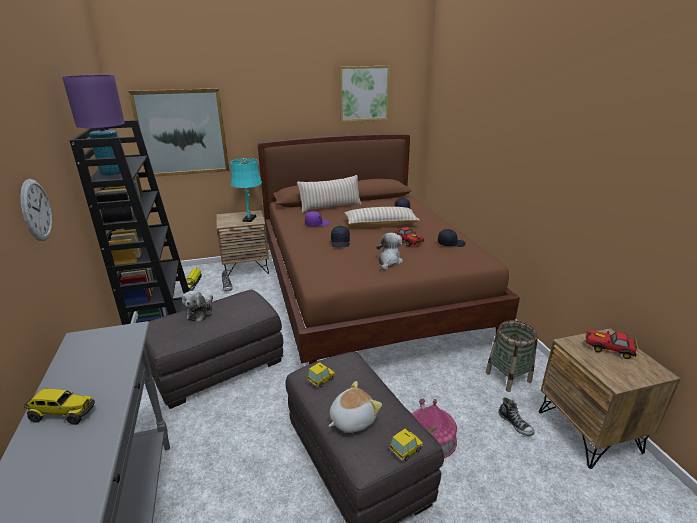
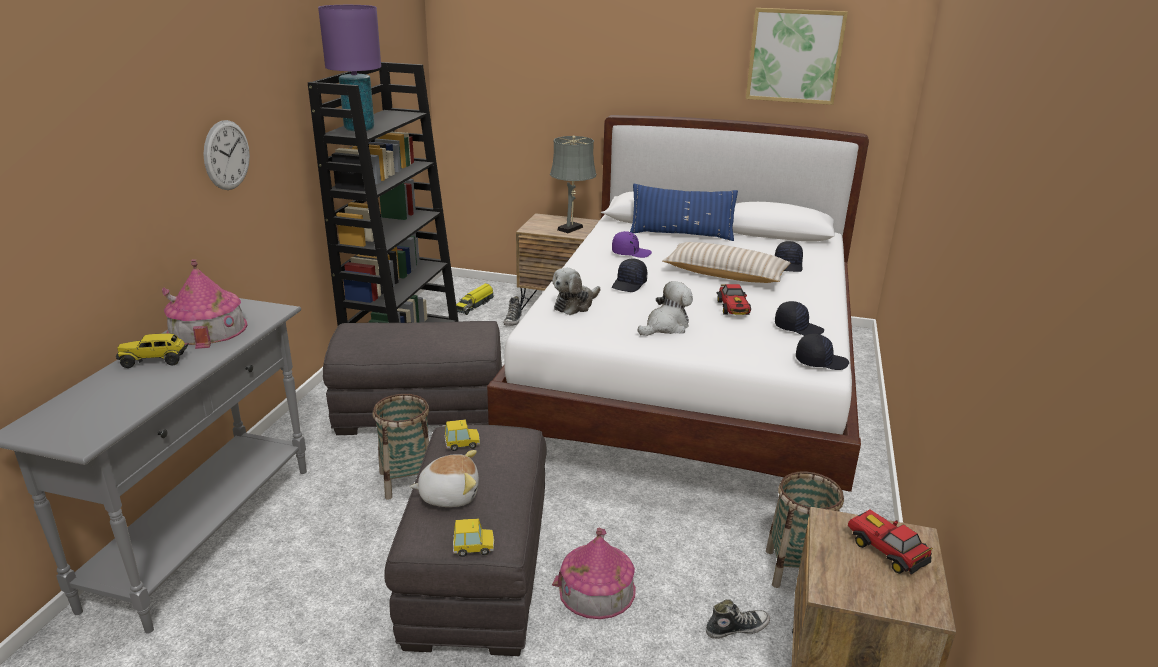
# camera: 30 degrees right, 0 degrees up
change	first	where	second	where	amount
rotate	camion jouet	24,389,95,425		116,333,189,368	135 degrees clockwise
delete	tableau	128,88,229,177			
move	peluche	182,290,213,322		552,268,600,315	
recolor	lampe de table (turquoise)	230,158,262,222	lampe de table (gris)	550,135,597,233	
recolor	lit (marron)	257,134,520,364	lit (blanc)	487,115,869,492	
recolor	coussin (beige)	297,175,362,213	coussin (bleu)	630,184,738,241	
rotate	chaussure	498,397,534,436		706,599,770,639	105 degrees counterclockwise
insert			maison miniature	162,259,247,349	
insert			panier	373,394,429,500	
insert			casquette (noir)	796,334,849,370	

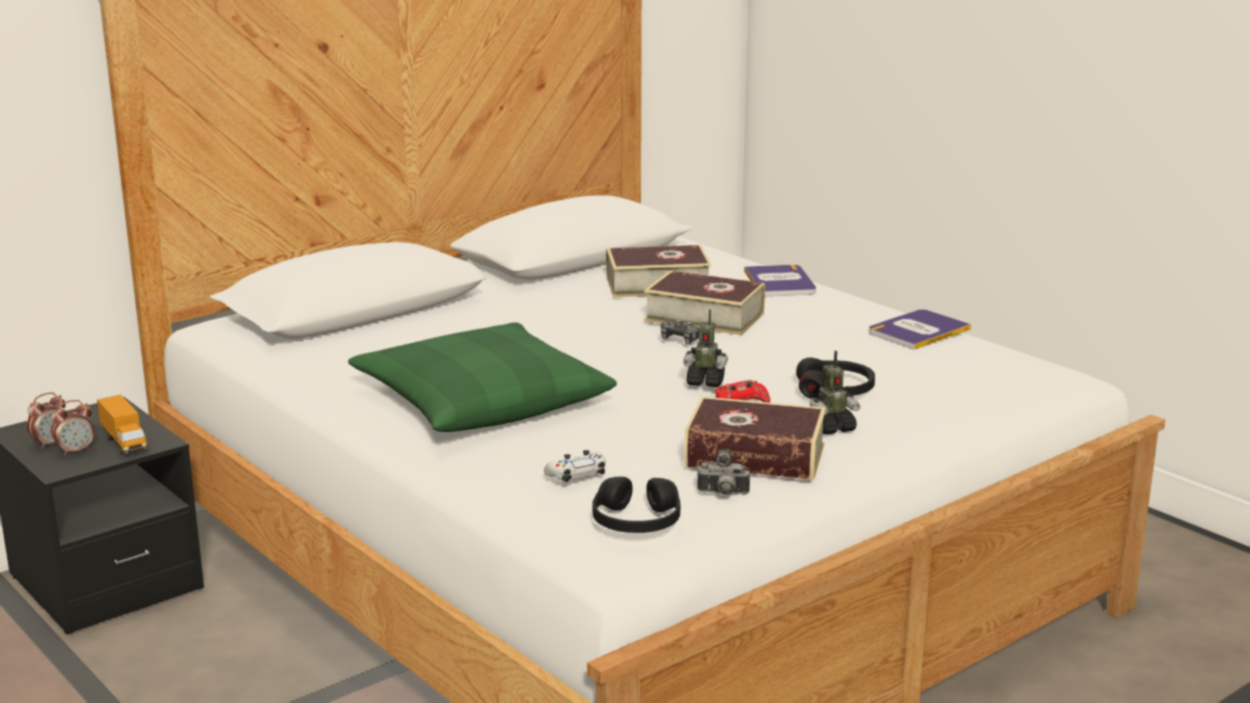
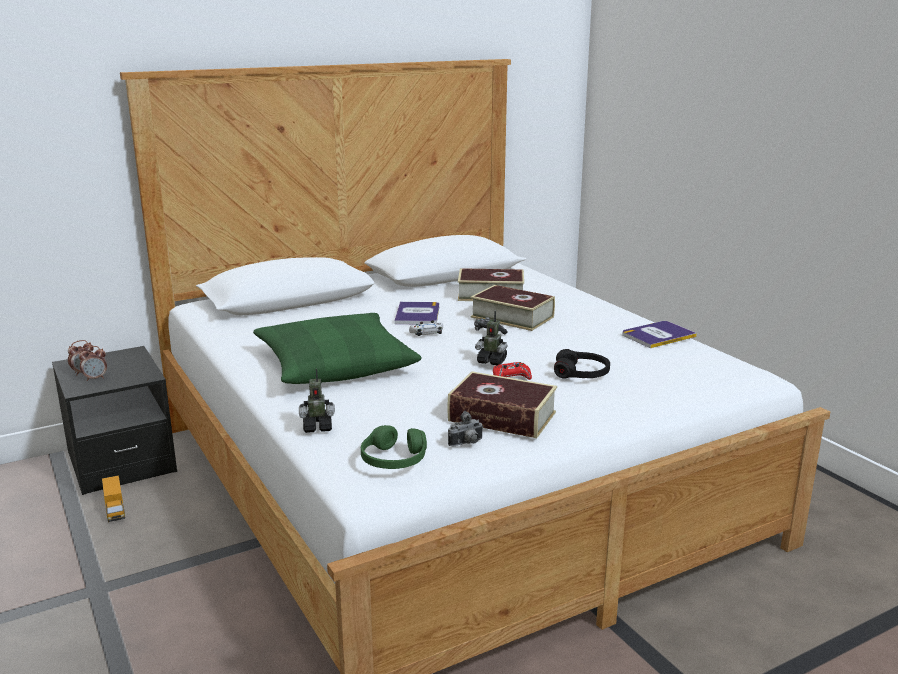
# camera: 10 degrees right, 0 degrees up
change	first	where	second	where	amount
move	camion jouet	97,395,148,455		102,475,125,522	
move	manette (blanc)	544,450,606,482		409,320,443,336	
recolor	casque audio (noir)	592,477,680,533	casque audio (vert)	361,425,427,469	
rotate	appareil photo	697,449,750,495		448,411,483,446	45 degrees counterclockwise
move	livre	744,265,816,296		394,302,439,325	
move	robot jouet	810,351,860,435		299,368,335,433	

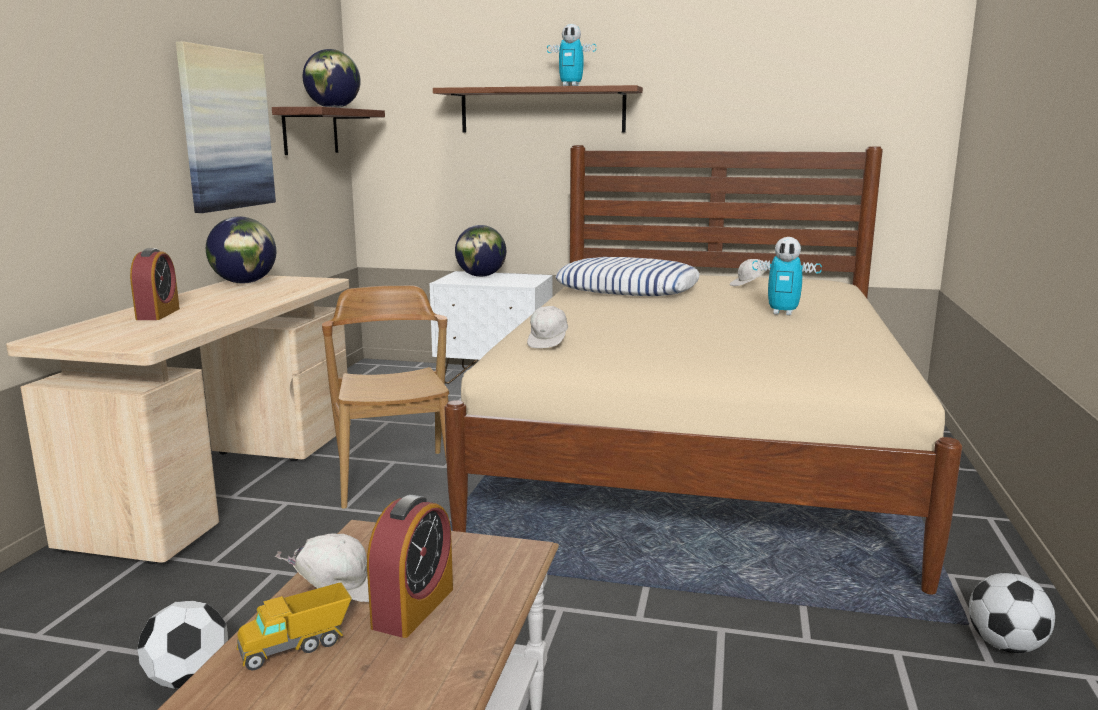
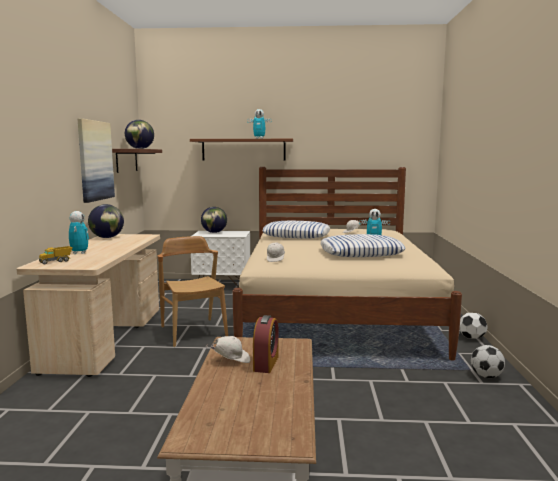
# camera: 10 degrees left, 5 degrees down
change	first	where	second	where	amount
replace	réveil	130,248,180,320	robot jouet	69,211,89,254	
move	ballon de foot	137,601,228,689		460,313,488,339	
move	camion jouet	236,582,352,670		39,246,73,264	
insert			coussin	320,234,405,257	

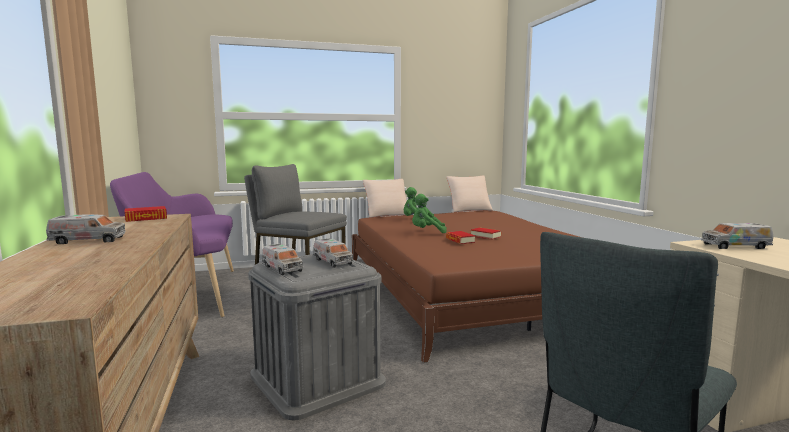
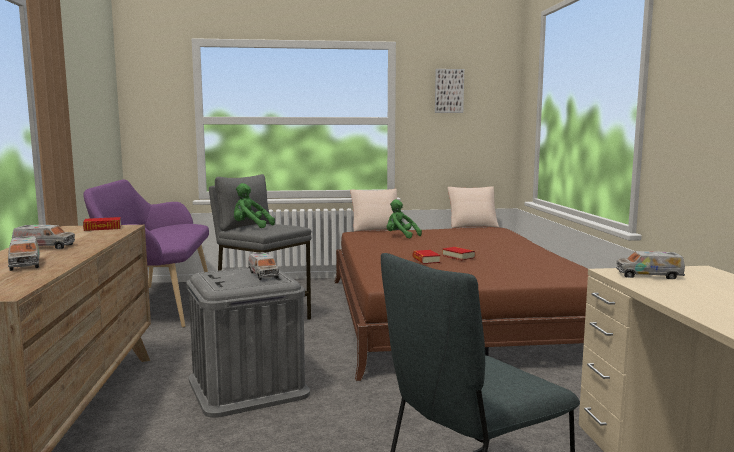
# camera: 10 degrees right, 0 degrees up
change	first	where	second	where	amount
move	camion jouet	262,244,303,275		8,236,40,271	
move	peluche (vert)	412,194,447,233		234,183,275,228	
insert			tableau	435,69,464,113	

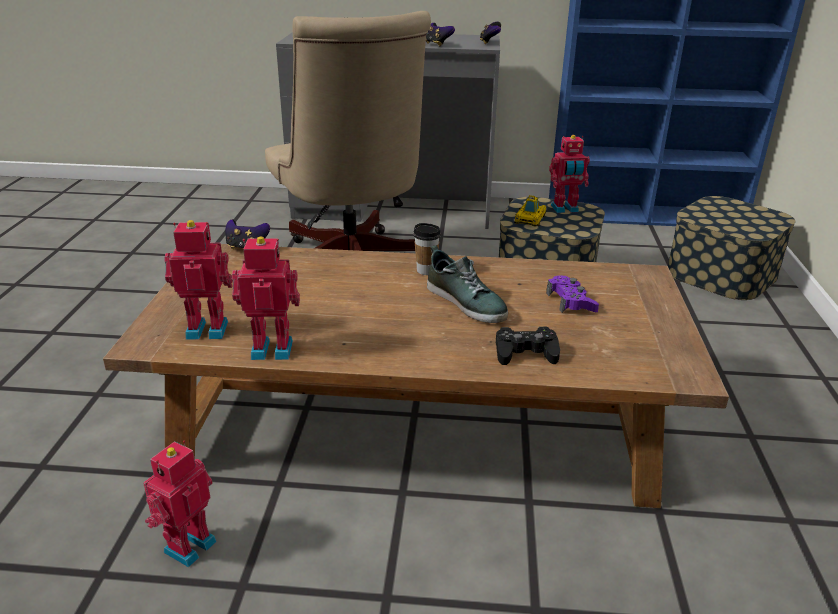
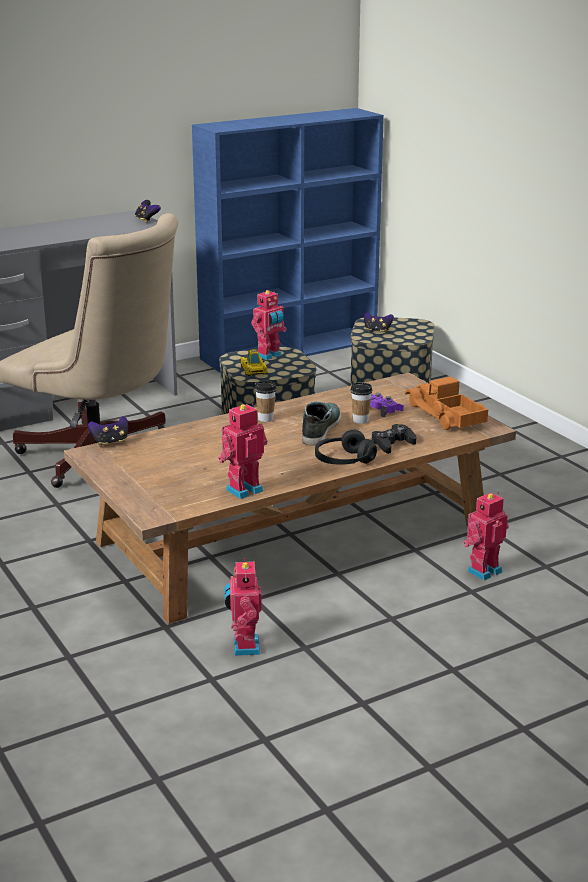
# camera: 35 degrees left, 5 degrees down
change	first	where	second	where	amount
move	robot jouet	164,220,232,340		463,492,509,581	
move	manette	426,23,455,46		364,312,394,333	
rotate	chaussure	427,245,508,323		302,401,341,446	90 degrees counterclockwise
insert			casque audio (noir)	315,430,377,465	
insert			tasse	351,383,372,424	
insert			camion jouet	405,376,489,430	

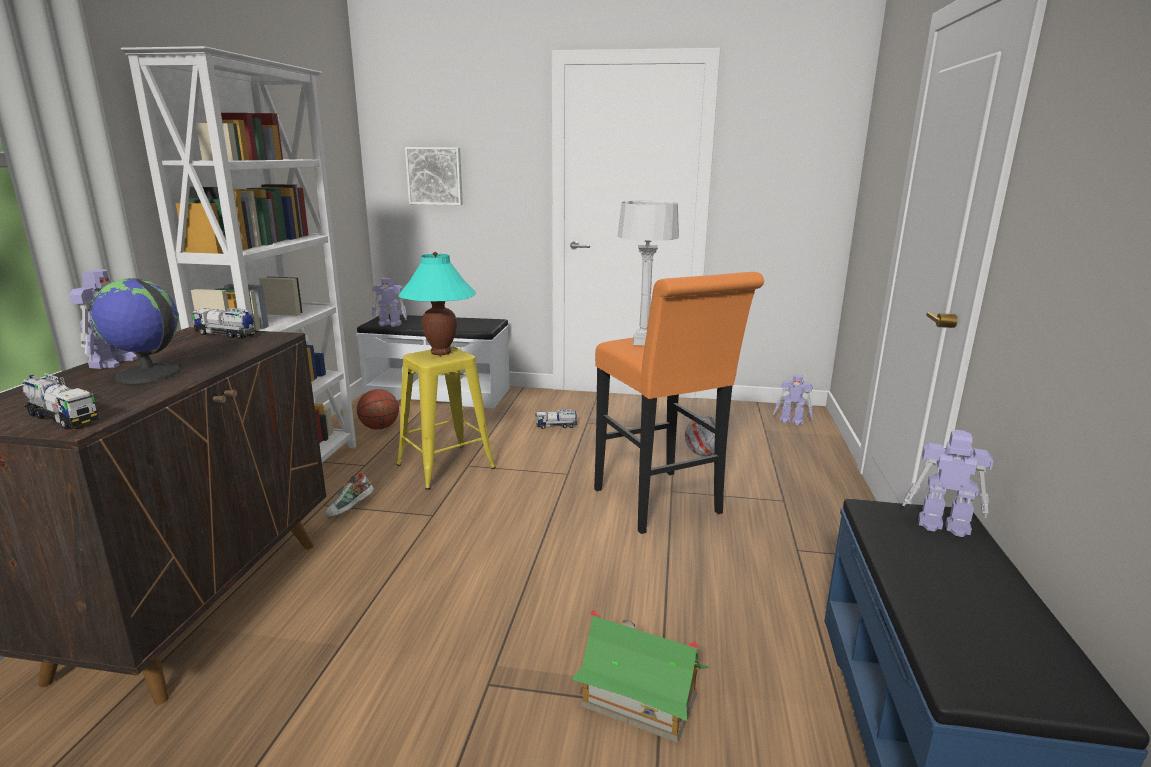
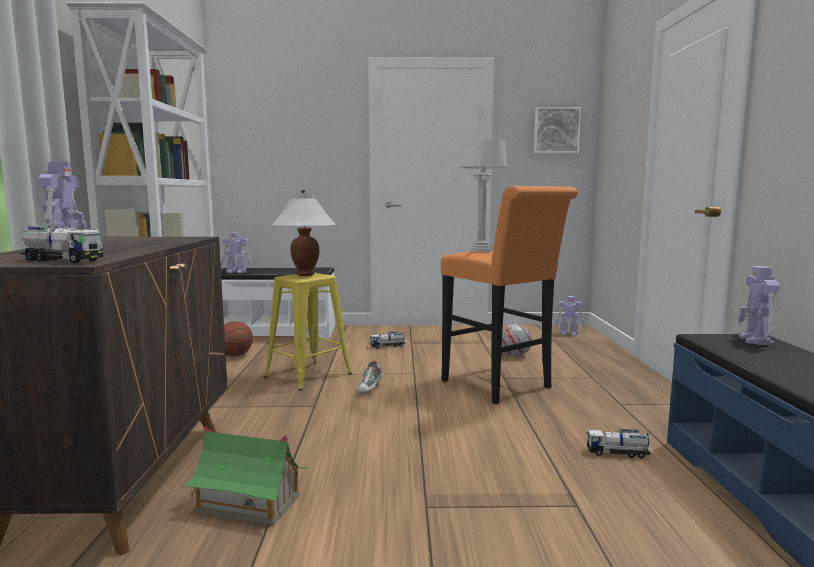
# camera: 10 degrees left, 10 degrees down
change	first	where	second	where	amount
delete	globe	90,278,181,384			
move	camion jouet	192,308,258,339		587,429,651,459	
move	chaussure	326,472,374,518		357,360,384,395	
recolor	lampe de table (turquoise)	398,252,476,355	lampe de table (blanc)	272,190,336,276	
move	tableau	405,147,463,205		534,107,581,153	
move	maison miniature	572,610,708,743		184,426,307,526	
rotate	robot jouet	902,430,994,537		738,266,779,345	90 degrees counterclockwise

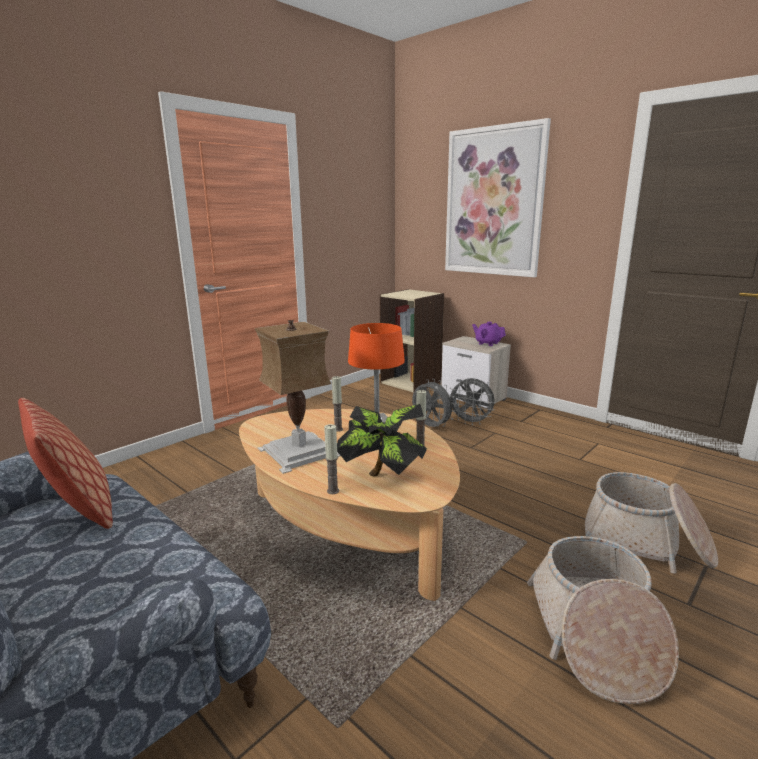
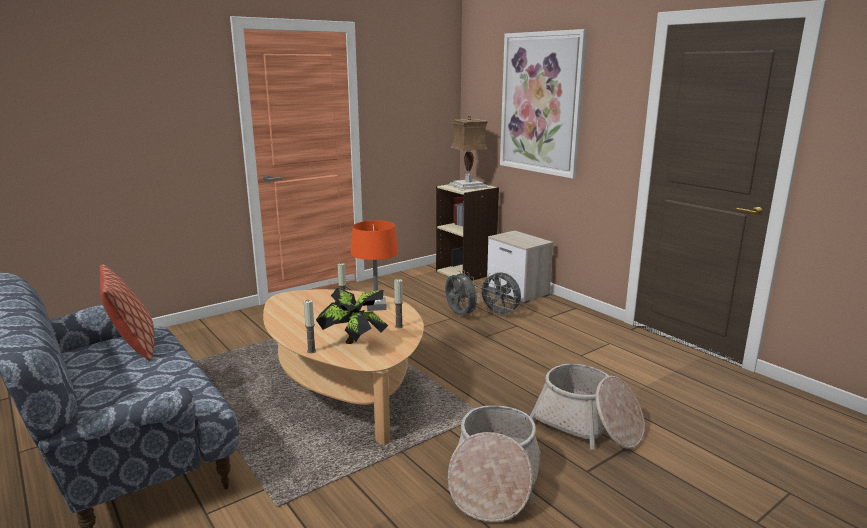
# camera: 10 degrees right, 0 degrees up
change	first	where	second	where	amount
move	lampe de table	255,320,341,474		447,116,491,191	
delete	théière (violet)	472,322,506,346			

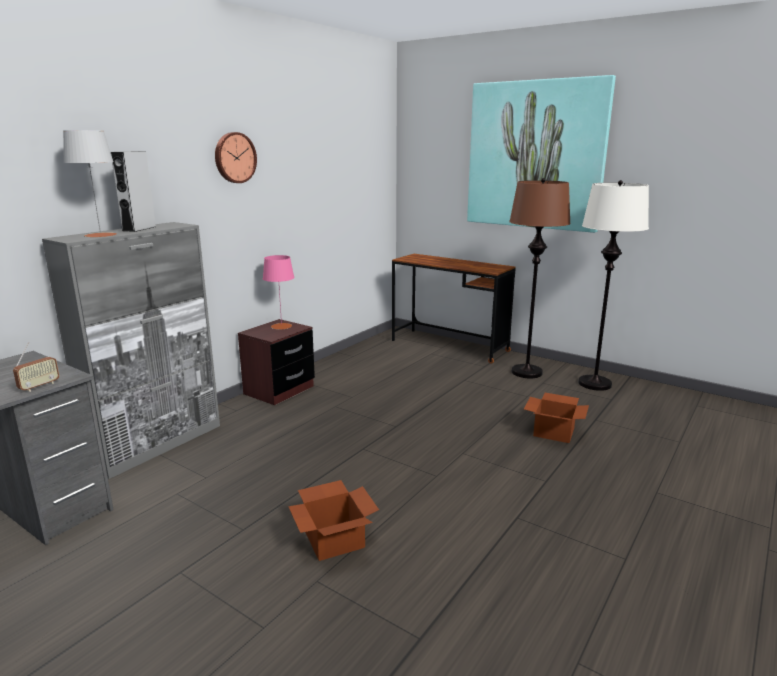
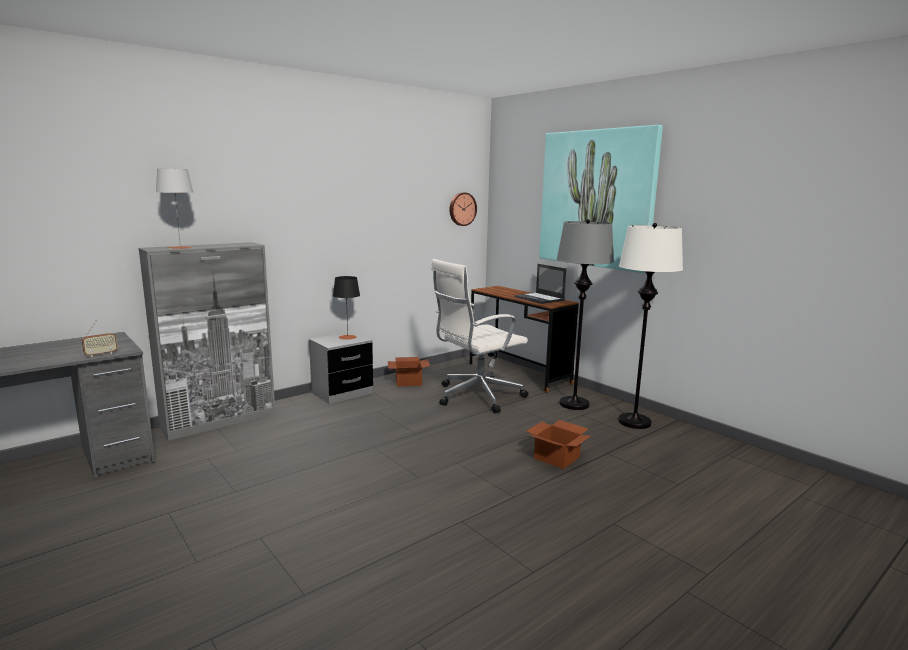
# camera: 15 degrees right, 5 degrees down
change	first	where	second	where	amount
delete	enceinte (gris)	111,151,156,232			
move	horloge murale	215,132,257,183		450,192,477,226	
recolor	table de chevet (marron)	238,319,315,405	table de chevet (gris)	309,332,373,404	
recolor	lampe de table (rose)	263,255,294,330	lampe de table (noir)	333,276,360,340	
move	carton	288,480,379,561		388,357,430,387	
recolor	lampadaire (marron)	509,178,571,378	lampadaire (gris)	557,219,614,410	
insert			chaise de bureau (blanc)	431,259,528,413	
insert			ordinateur portable	514,264,566,304	

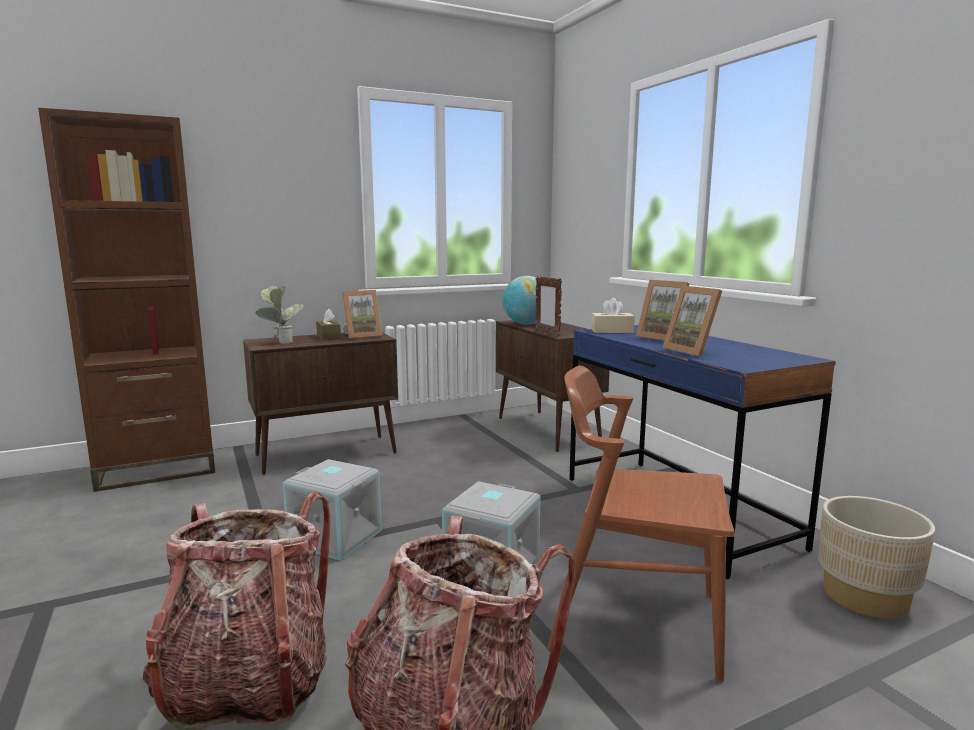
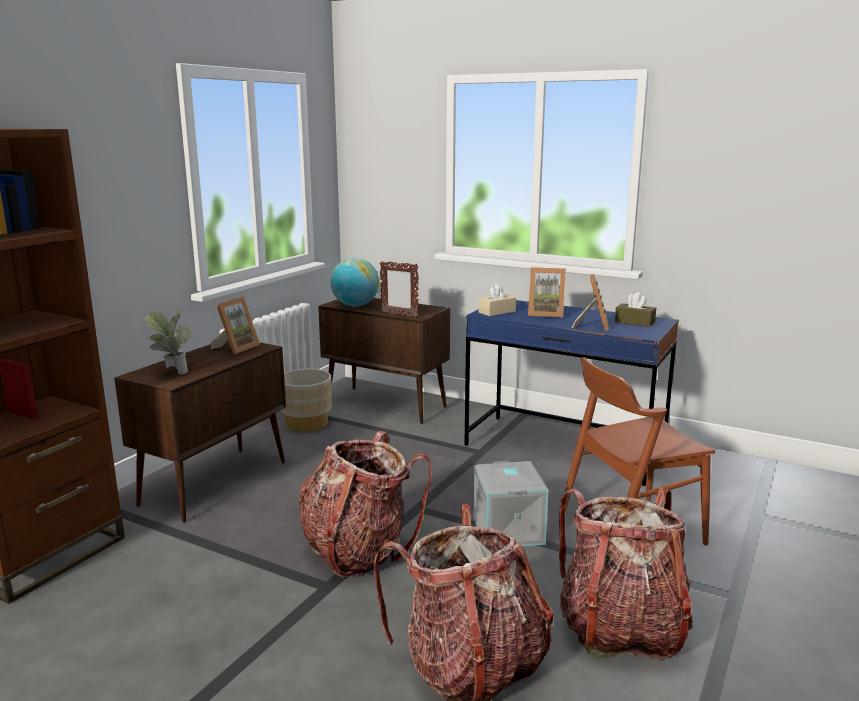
# camera: 35 degrees left, 5 degrees up
change	first	where	second	where	amount
replace	boîte de rangement (gris)	283,459,382,561	sac à dos	298,431,432,578	
move	boîte à mouchoirs (marron)	316,308,341,340		615,292,656,327	
rotate	cadre photo	662,285,722,357		571,274,609,331	105 degrees counterclockwise
move	cache-pot (beige)	819,496,935,619		281,369,332,432	

